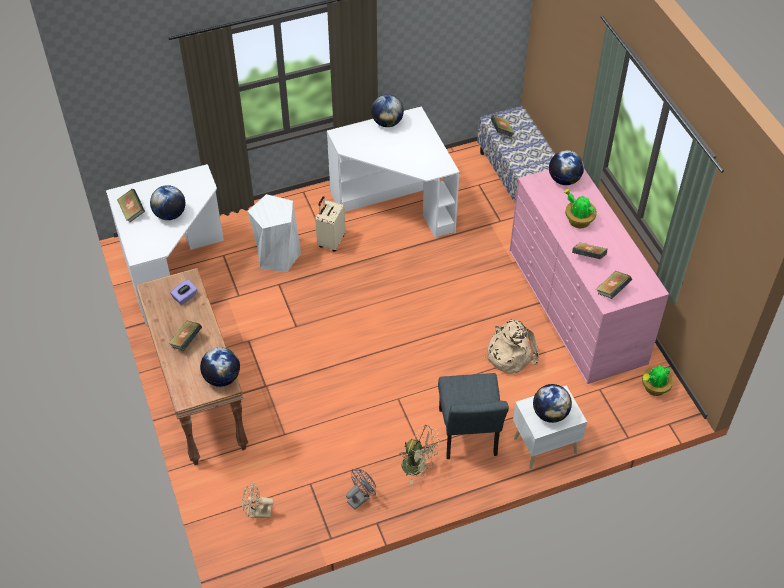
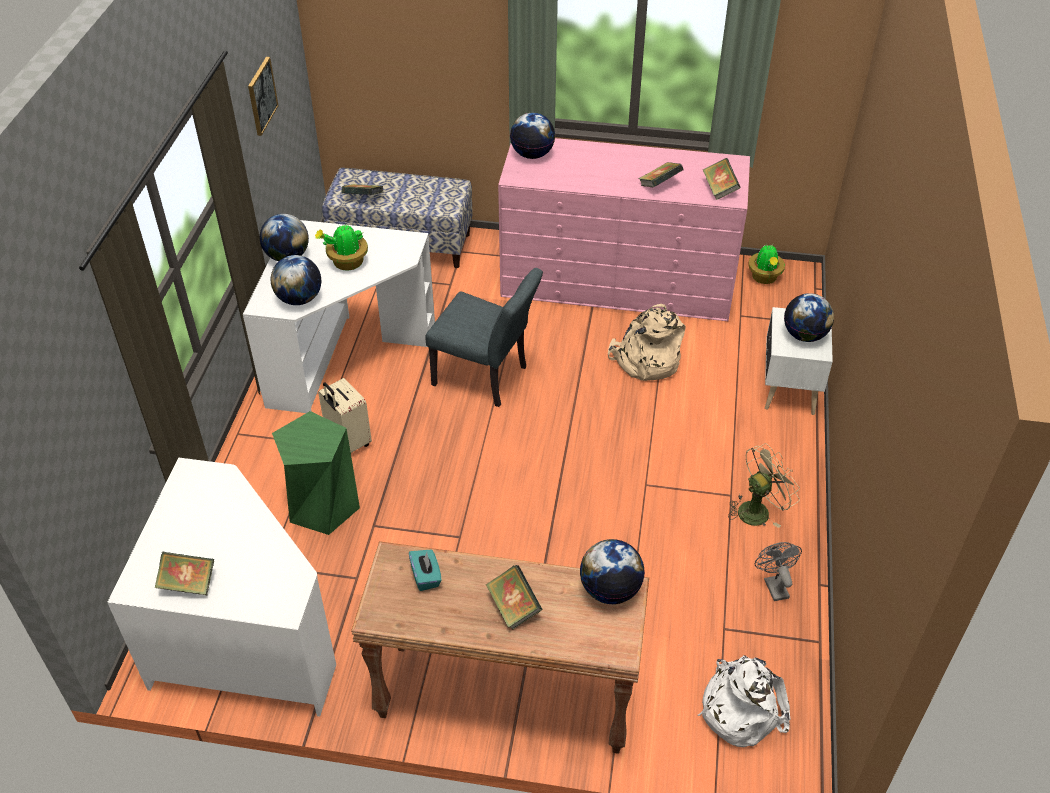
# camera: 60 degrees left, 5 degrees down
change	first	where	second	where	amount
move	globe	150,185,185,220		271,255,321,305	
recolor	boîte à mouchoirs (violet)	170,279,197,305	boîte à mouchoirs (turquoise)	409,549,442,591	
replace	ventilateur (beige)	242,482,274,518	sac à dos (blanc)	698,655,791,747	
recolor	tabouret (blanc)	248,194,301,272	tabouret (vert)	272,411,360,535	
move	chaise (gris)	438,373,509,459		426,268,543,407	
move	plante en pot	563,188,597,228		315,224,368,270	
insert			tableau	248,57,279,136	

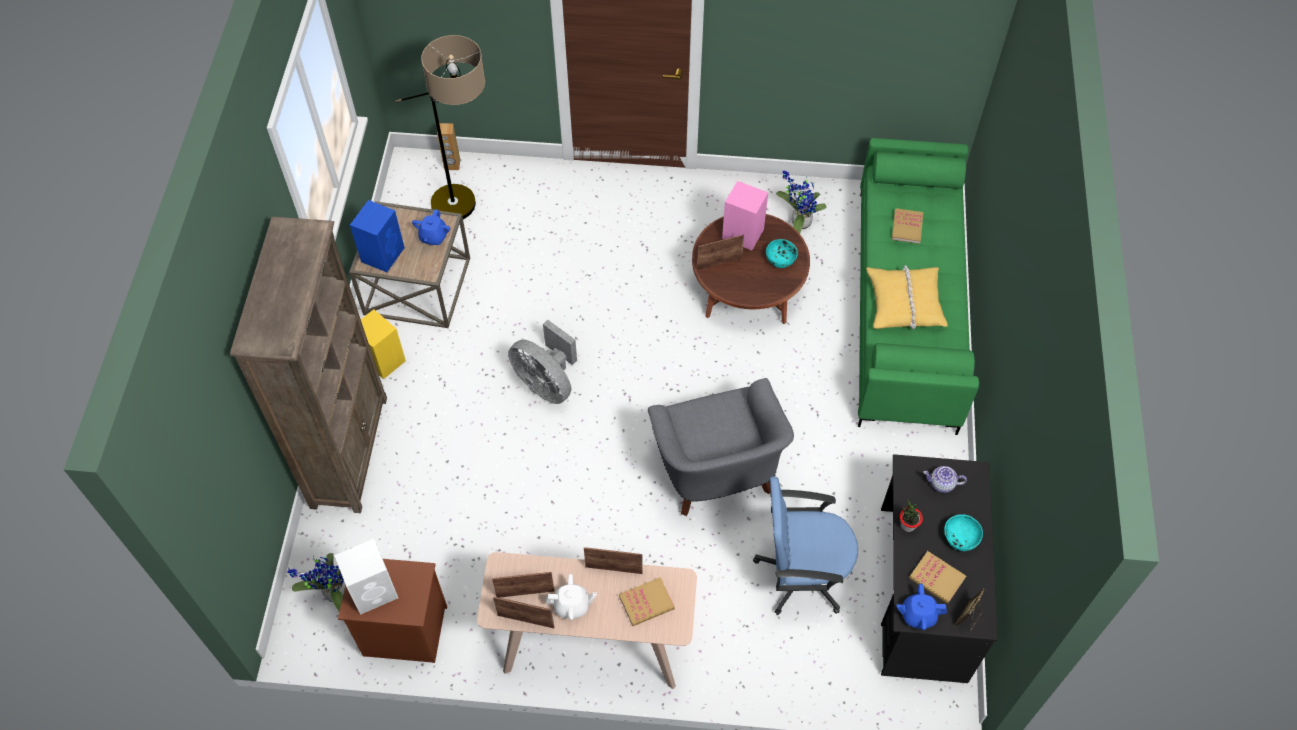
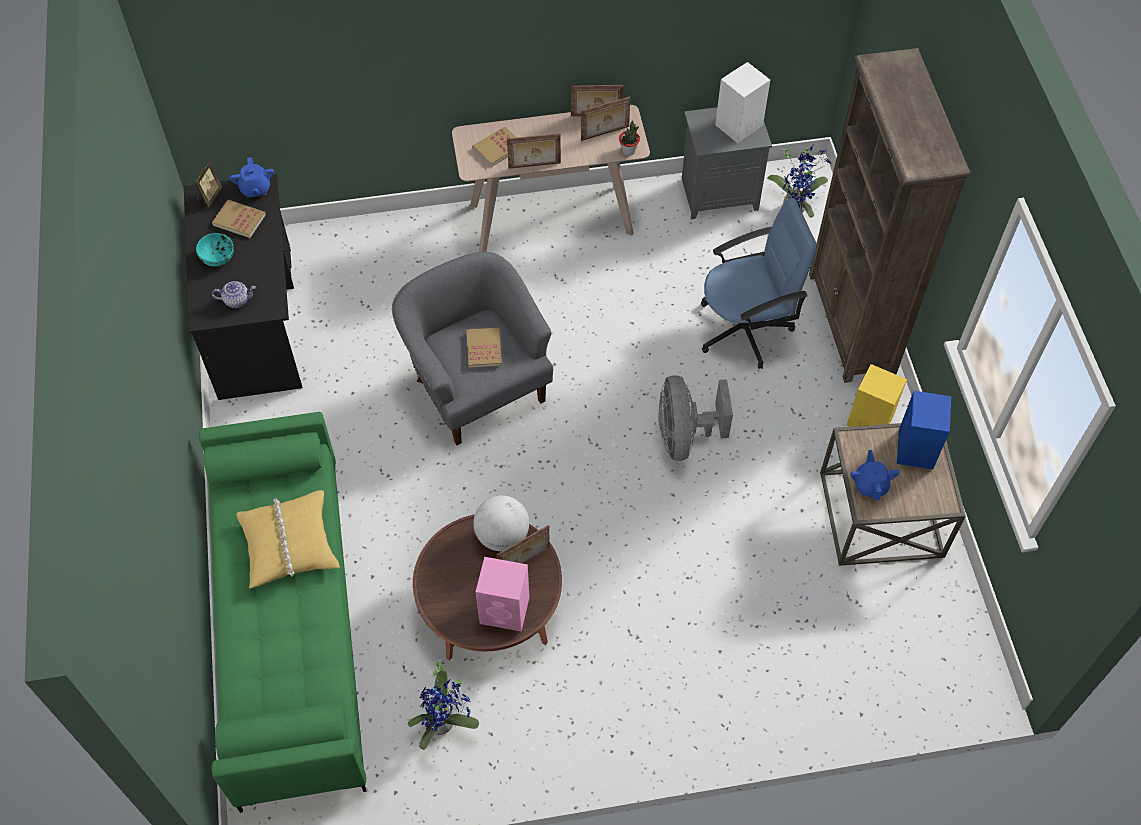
# camera: 165 degrees right, 0 degrees up
change	first	where	second	where	amount
recolor	table de chevet (marron)	338,559,447,663	table de chevet (gris)	682,107,772,219	
delete	lampadaire	395,35,485,219			
delete	enceinte (marron)	437,123,460,170			
rotate	ventilateur (gris)	508,320,577,404		658,375,733,461	120 degrees counterclockwise
delete	théière (blanc)	546,574,597,620			
move	chaise de bureau (bleu)	753,476,858,615		701,198,816,369	
delete	bol (turquoise)	766,239,798,268			
move	livre	892,208,923,244		467,327,502,368	
rotate	théière (bleu)	897,584,947,630		230,157,274,198	90 degrees clockwise
move	plante en pot	900,499,923,532		619,120,640,156	
insert			globe	473,495,529,551	

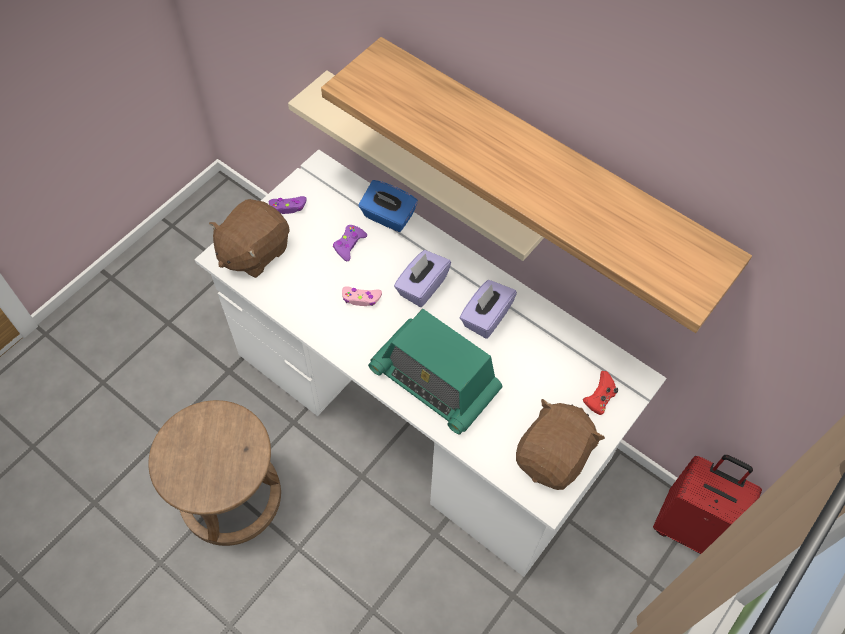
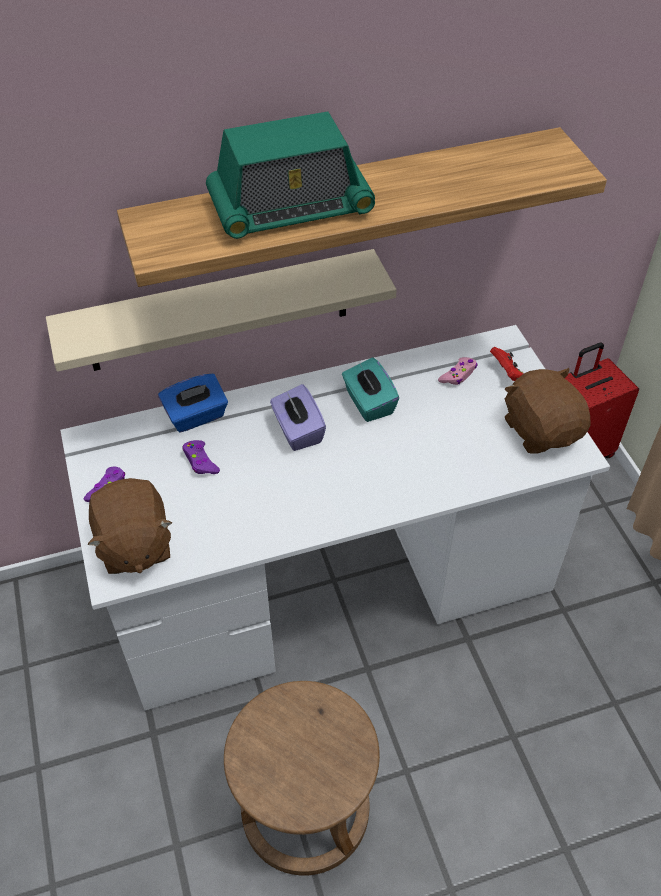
# camera: 55 degrees left, 10 degrees down
change	first	where	second	where	amount
move	manette (rose)	342,286,382,306		438,357,477,385	
move	radio	368,309,502,434		206,112,375,239	
recolor	boîte à mouchoirs (violet)	460,280,517,339	boîte à mouchoirs (turquoise)	342,357,399,422	

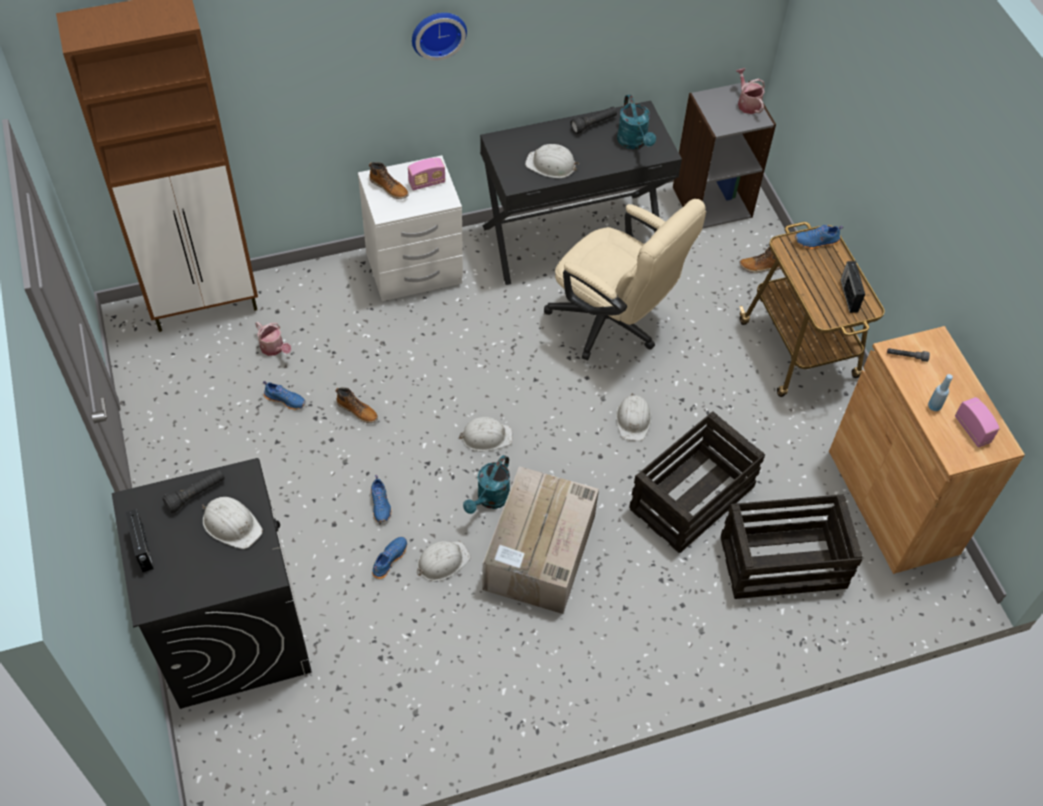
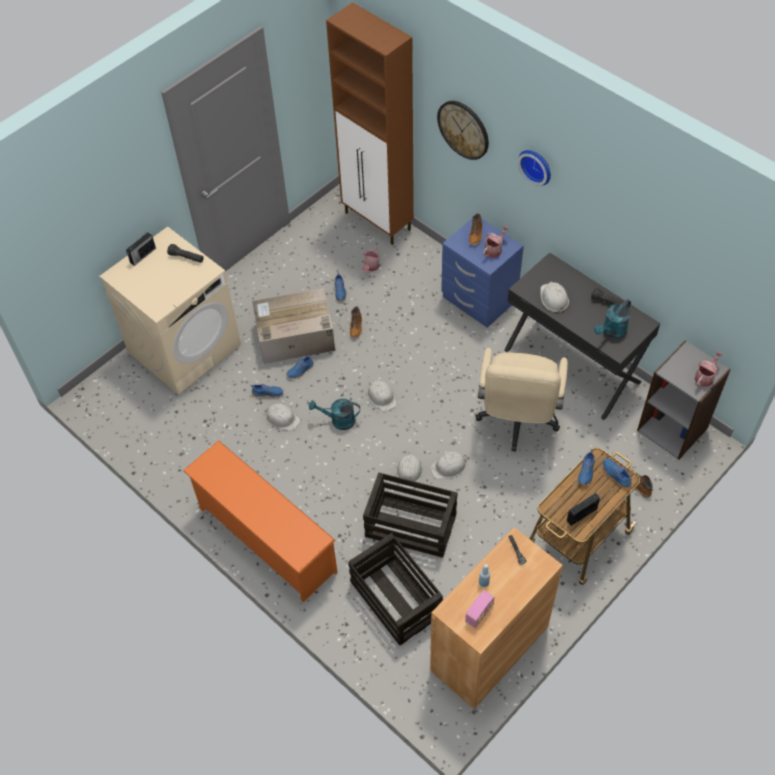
# camera: 65 degrees right, 0 degrees up
change	first	where	second	where	amount
recolor	lave-linge (noir)	112,458,312,709	lave-linge (beige)	99,227,241,395	
move	casque de chantier (blanc)	202,497,263,549		396,452,423,489	
recolor	table de chevet (blanc)	358,155,463,301	table de chevet (bleu)	441,218,524,328	
replace	radio	408,158,446,190	arrosoir	483,225,509,258	
move	carton	483,466,599,614		252,288,335,364	
insert			étagère à chaussures (orange)	183,440,338,602	
insert			horloge murale	437,101,489,160	
insert			chaussure (bleu)	578,449,595,485	

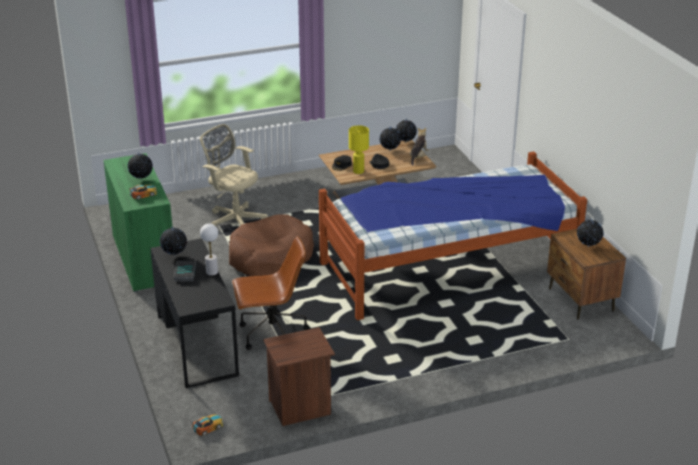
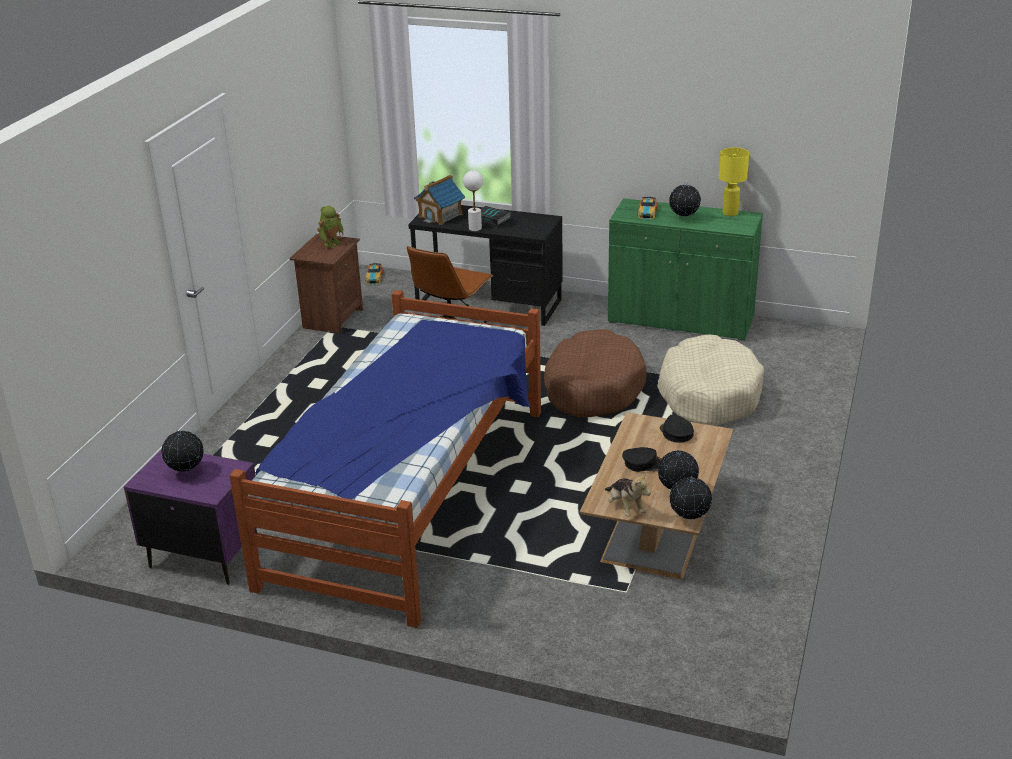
# camera: 130 degrees right, 0 degrees up
change	first	where	second	where	amount
delete	globe	160,226,187,256			
replace	chaise de bureau (beige)	200,124,268,226	panier pour chien (beige)	657,334,764,426	
move	lampe de table (jaune)	349,125,369,174		719,147,749,216	
recolor	table de chevet (marron)	547,229,626,320	table de chevet (violet)	124,449,257,585	
insert			robot jouet	317,206,344,248	
insert			maison miniature	414,175,465,225	

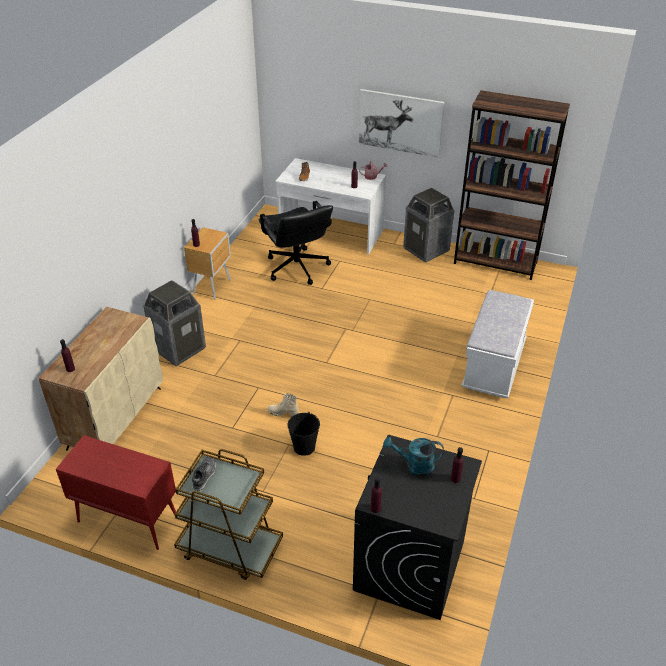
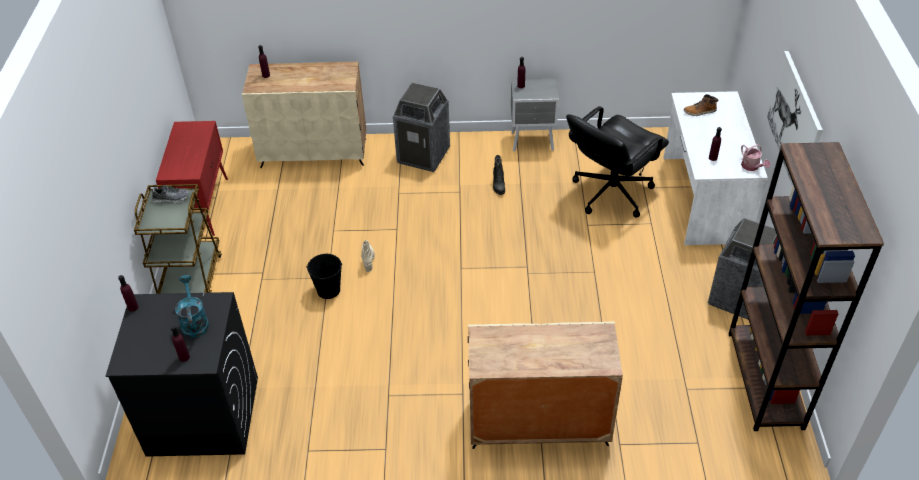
# camera: 70 degrees right, 5 degrees up
change	first	where	second	where	amount
recolor	table de chevet (marron)	184,227,231,299	table de chevet (gris)	511,79,559,152	
replace	banc (blanc)	461,290,534,398	meuble de rangement (beige)	468,321,623,449	
insert			botte (noir)	493,155,505,195	

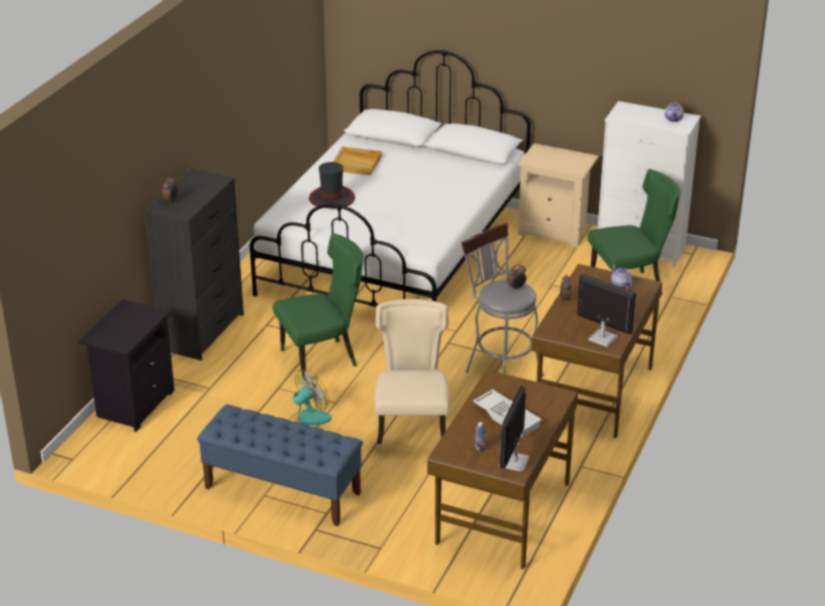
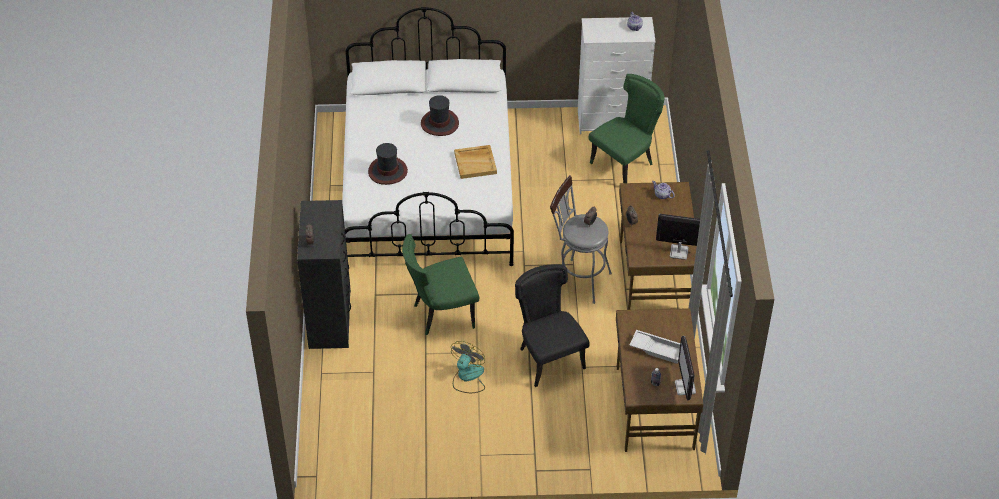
# camera: 25 degrees left, 15 degrees up
change	first	where	second	where	amount
delete	table de chevet (noir)	79,299,175,432			
delete	banc (bleu)	197,404,363,526			
rotate	chaise (vert)	273,233,363,382		402,234,479,335	150 degrees counterclockwise
move	plateau (beige)	333,147,382,175		454,145,497,179	
recolor	chaise (beige)	375,299,450,452	chaise (noir)	515,264,590,387	
delete	table de chevet (beige)	518,143,599,248			
insert			chapeau	421,95,459,136	

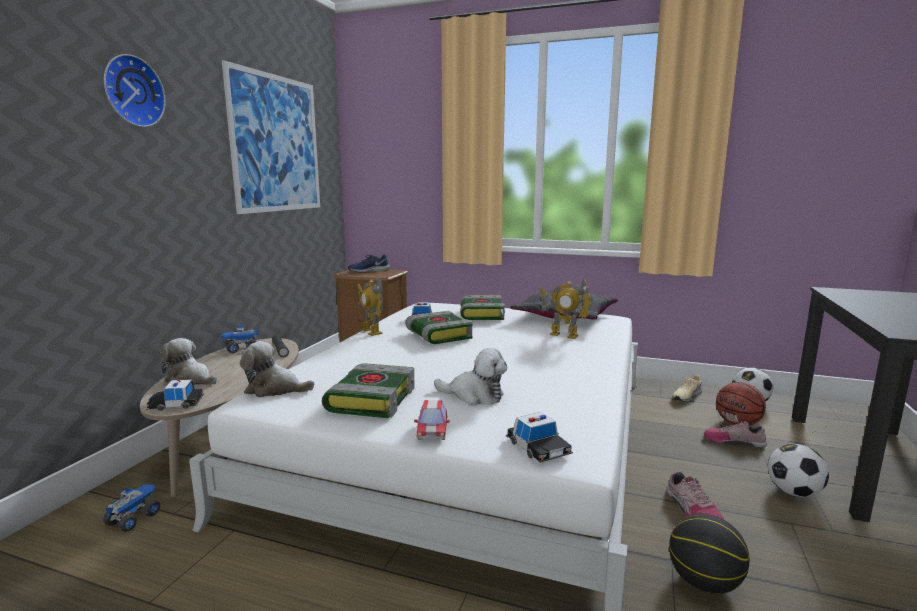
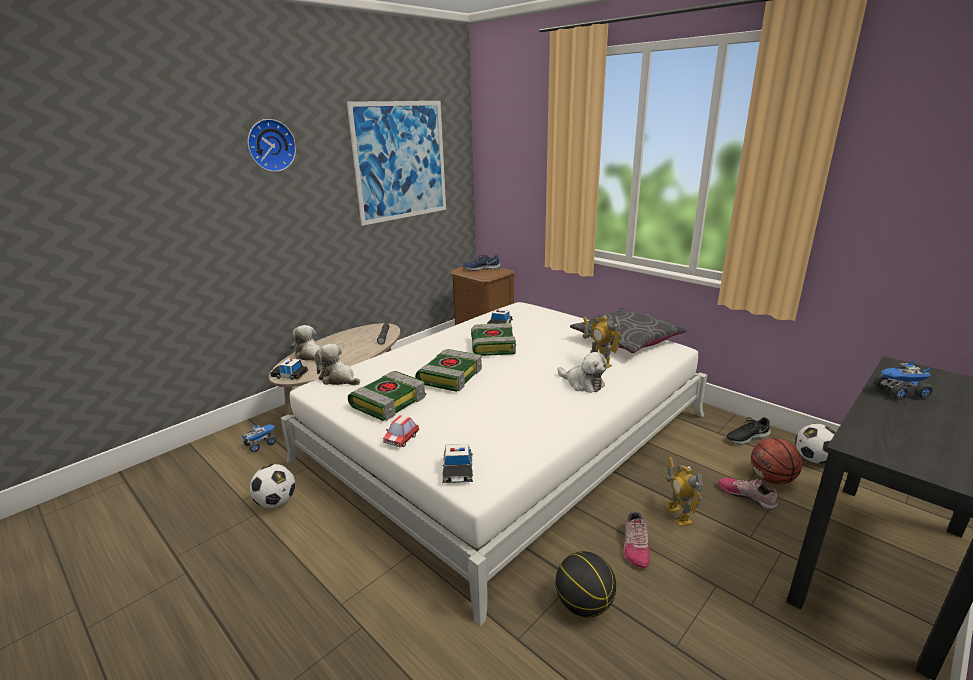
# camera: 25 degrees right, 10 degrees up
change	first	where	second	where	amount
move	camion jouet	220,324,259,353		874,360,933,400	
move	robot jouet	357,278,383,336		666,457,703,527	
move	peluche	434,348,507,405		557,352,607,393	
move	livre	460,296,505,320		415,349,482,392	
recolor	chaussure (beige)	672,374,702,402	chaussure (noir)	726,417,771,445	
move	ballon de foot	768,444,829,497		250,464,295,508	

